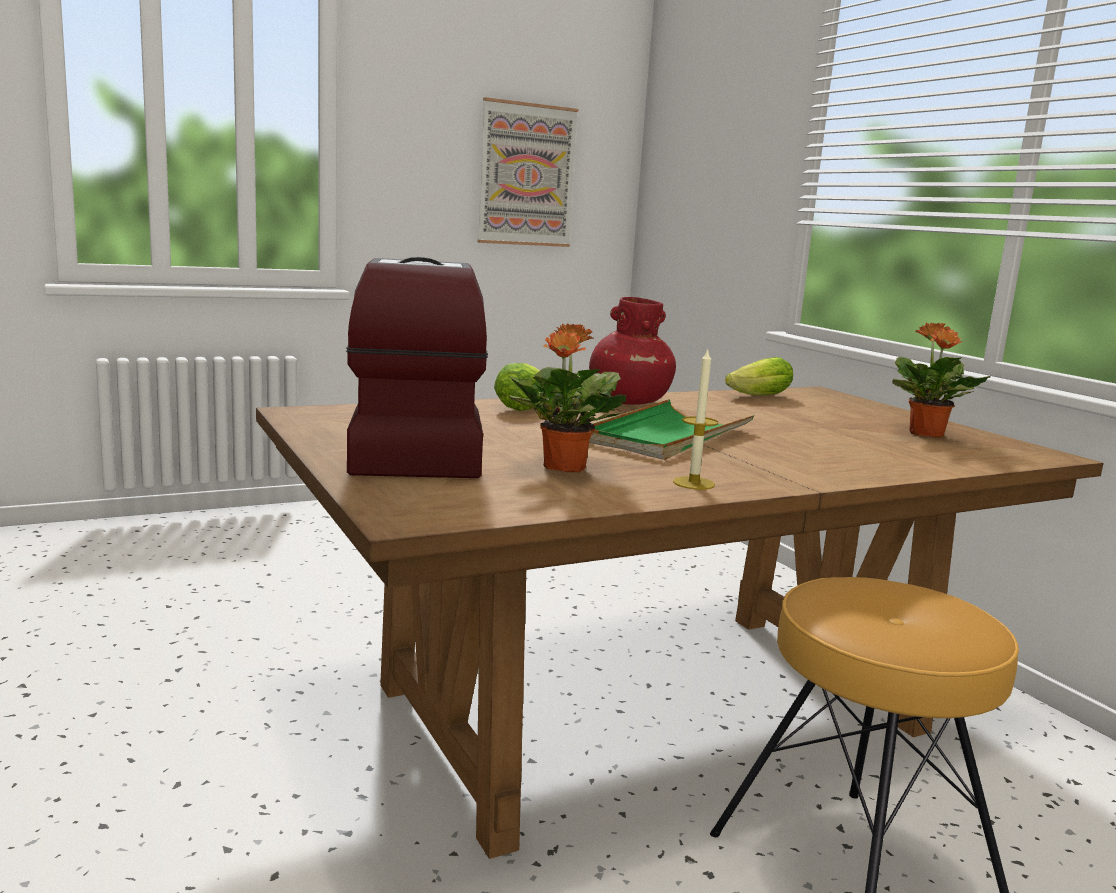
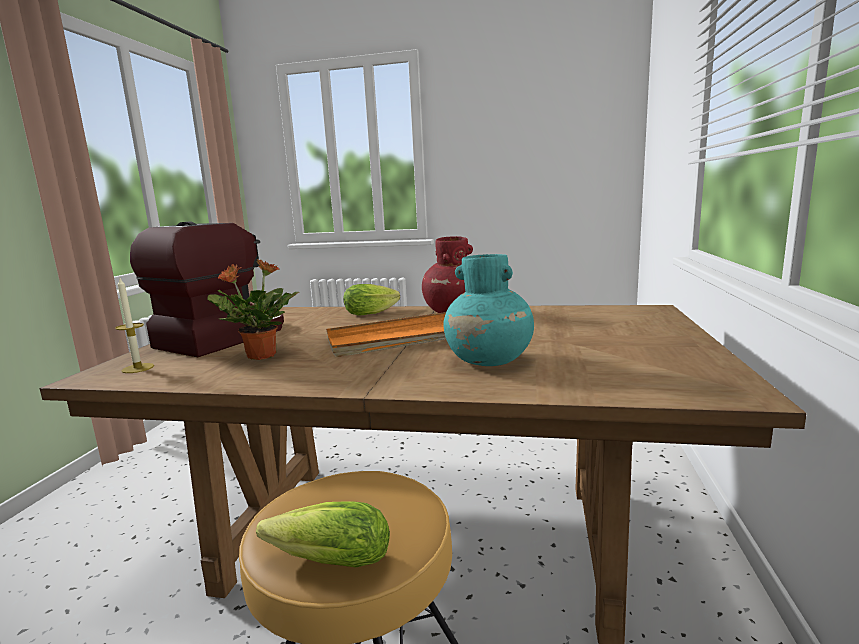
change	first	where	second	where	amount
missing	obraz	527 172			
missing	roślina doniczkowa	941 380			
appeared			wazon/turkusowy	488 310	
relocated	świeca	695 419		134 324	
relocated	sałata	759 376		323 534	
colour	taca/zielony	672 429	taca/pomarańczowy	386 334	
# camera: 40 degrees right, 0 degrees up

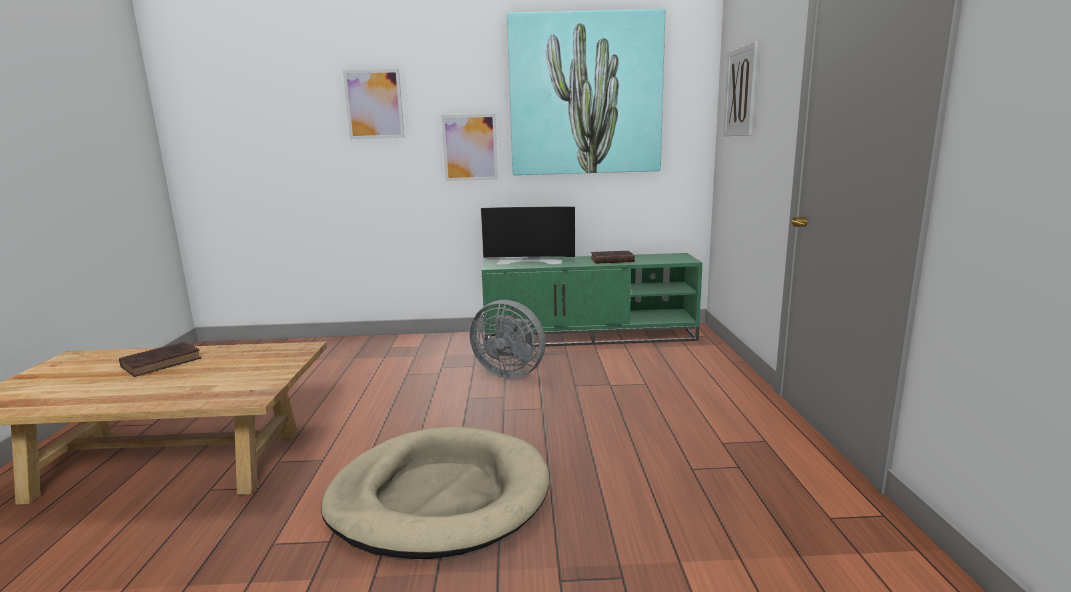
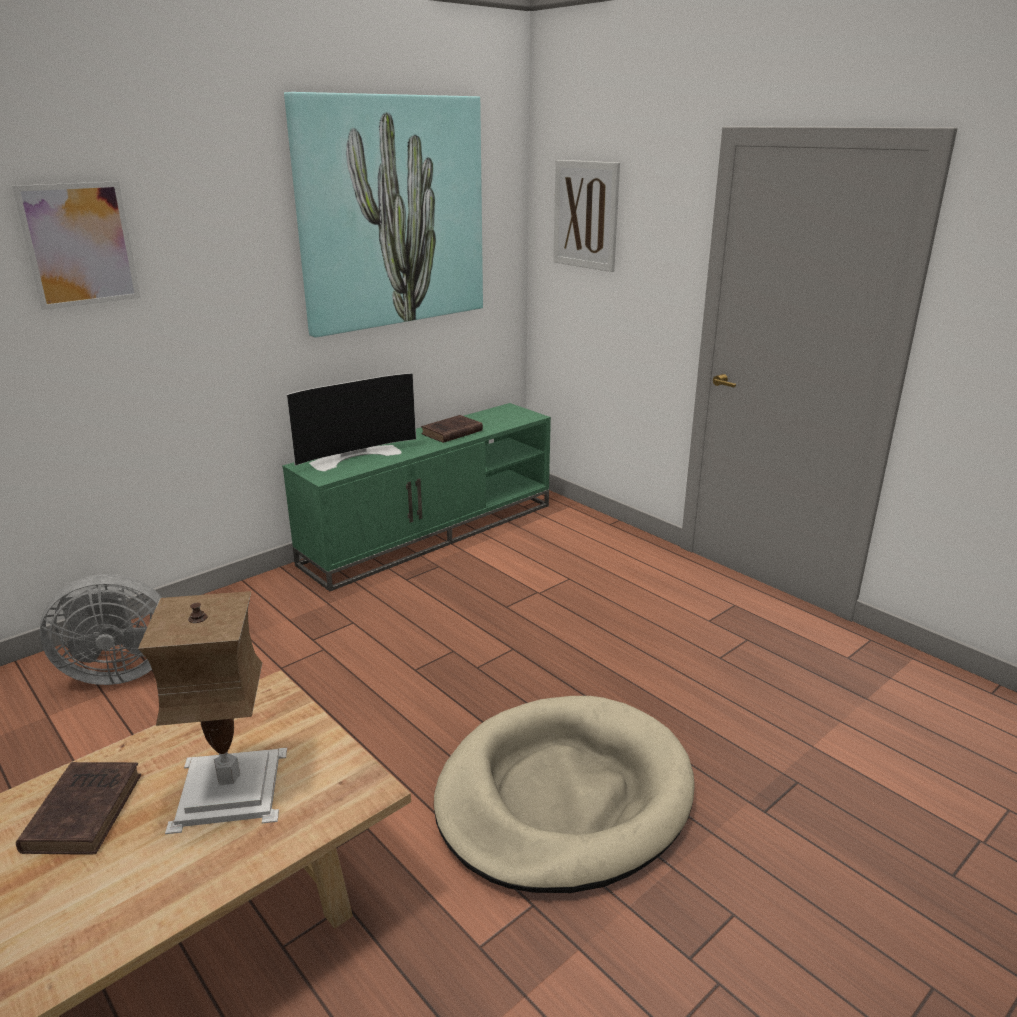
change	first	where	second	where	amount
missing	obraz	469 147			
appeared			lampa stołowa	212 712	
relocated	wentylator/szary	508 339		101 629	
# camera: 40 degrees left, 10 degrees up

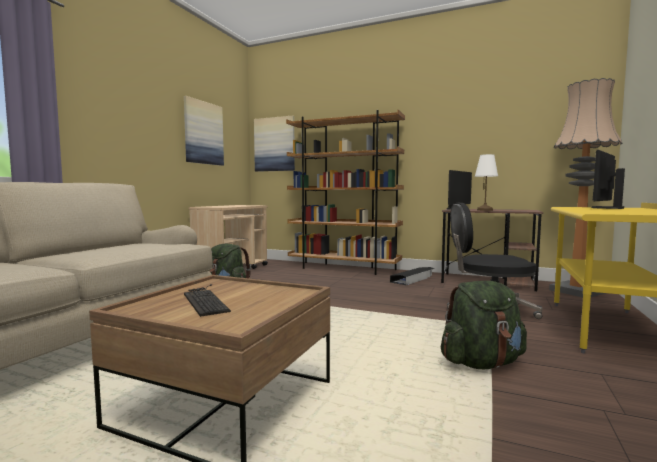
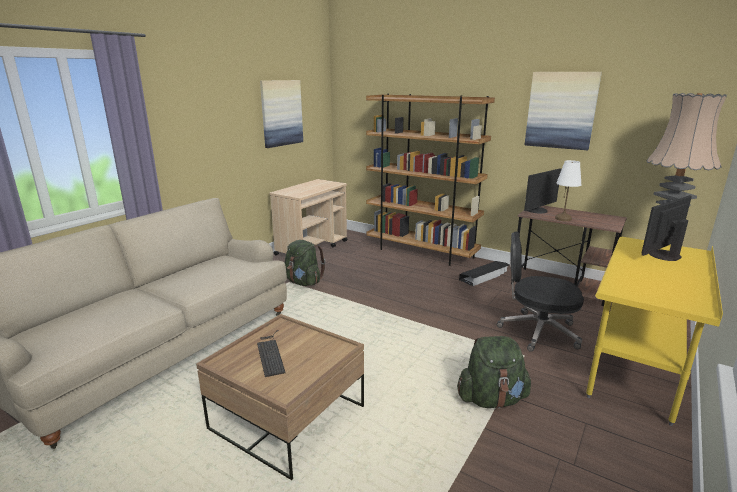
change	first	where	second	where	amount
relocated	obraz	274 144		563 111	
# camera: 10 degrees right, 15 degrees up

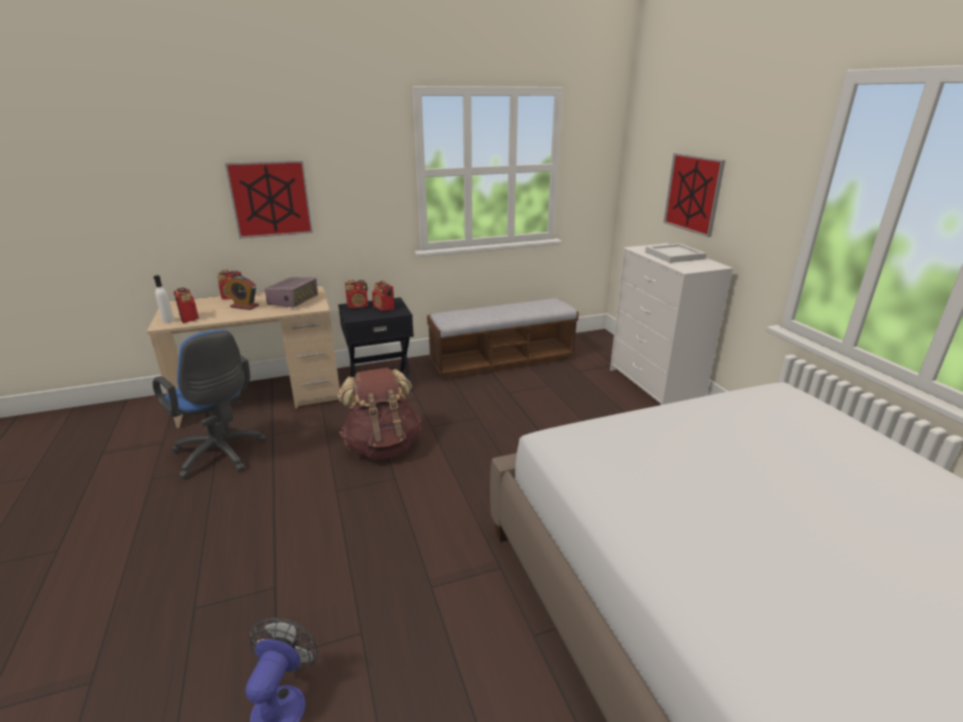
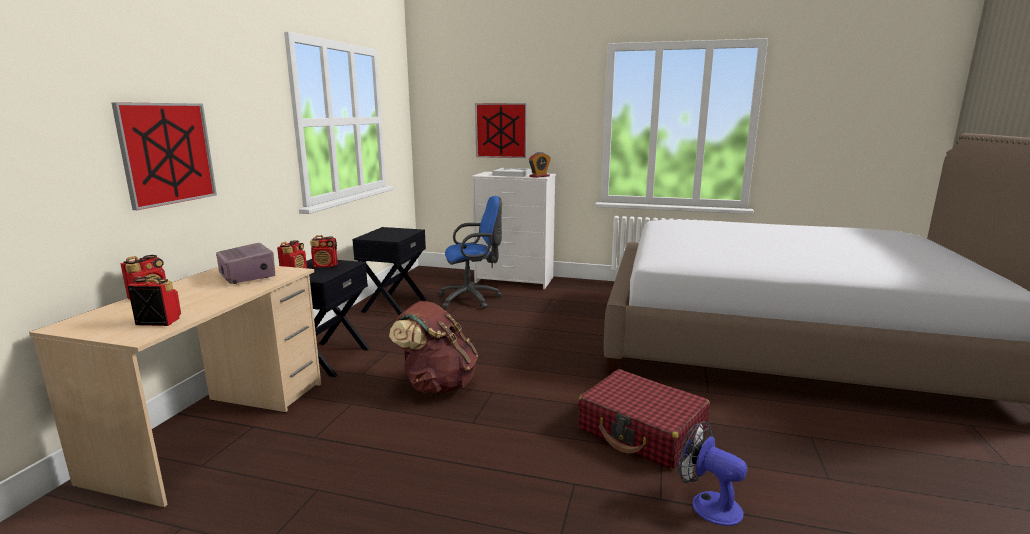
change	first	where	second	where	amount
missing	butelka/biały	164 299			
appeared			walizka/czerwony	644 419	
relocated	krzesło biurowe/niebieski	209 404		470 252	
relocated	budzik	242 293		540 165	
exchanged	ławka	503 338	szafka nocna/czarny	389 271	
# camera: 55 degrees left, 10 degrees down

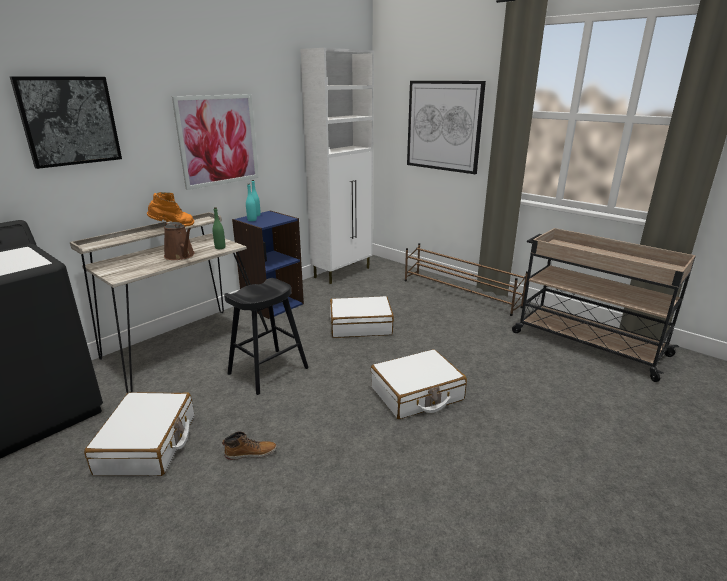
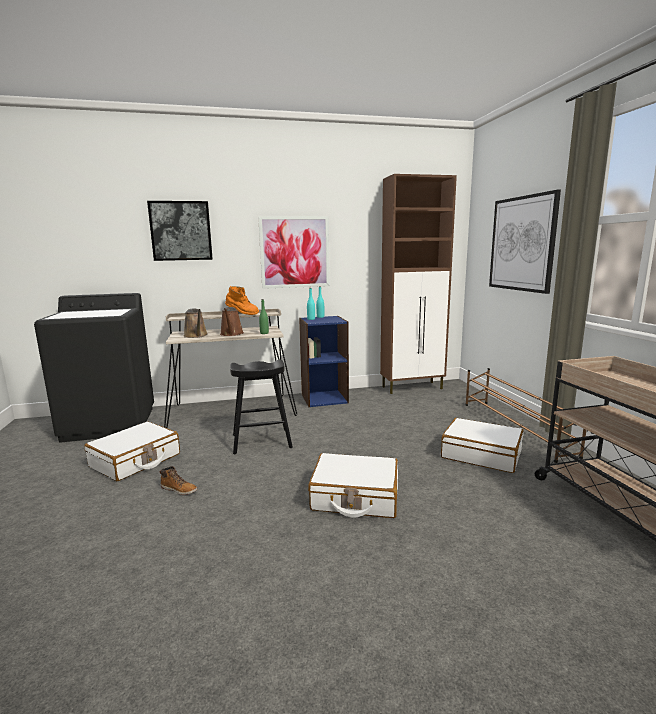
change	first	where	second	where	amount
appeared			konewka/brązowy	196 323	
relocated	walizka/biały	362 317		482 445	
colour	szafka/biały	337 166	szafka/brązowy	418 284	
# camera: 35 degrees right, 10 degrees down

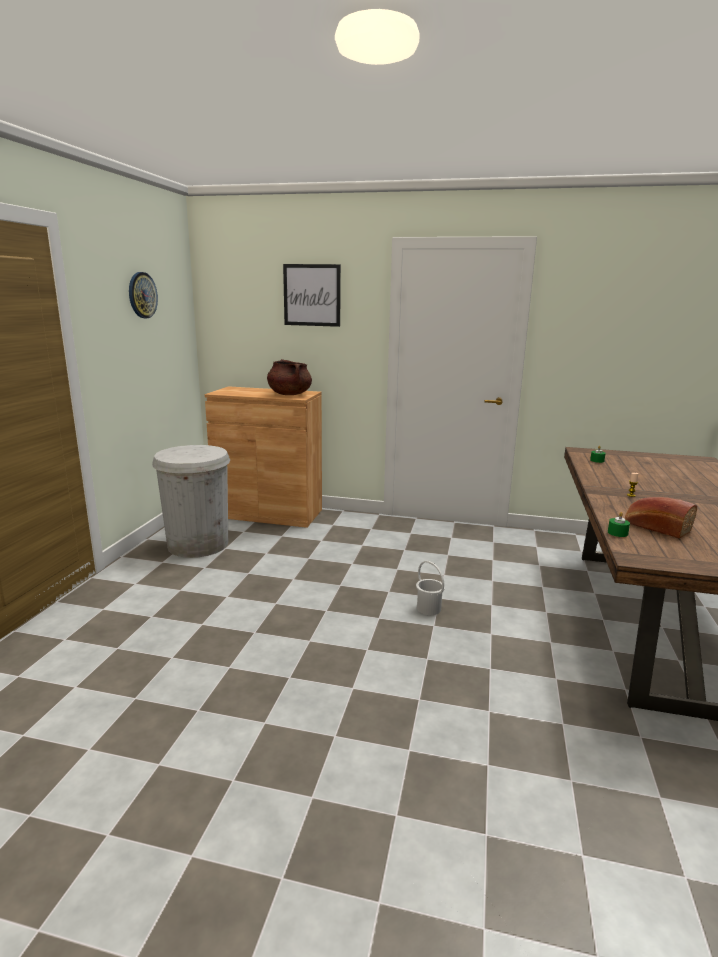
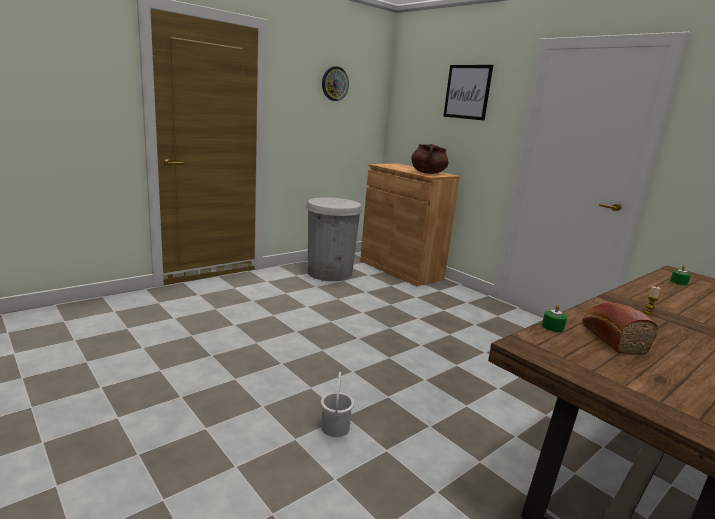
change	first	where	second	where	amount
relocated	wiadro/biały	430 588		337 404	
# camera: 35 degrees right, 0 degrees up

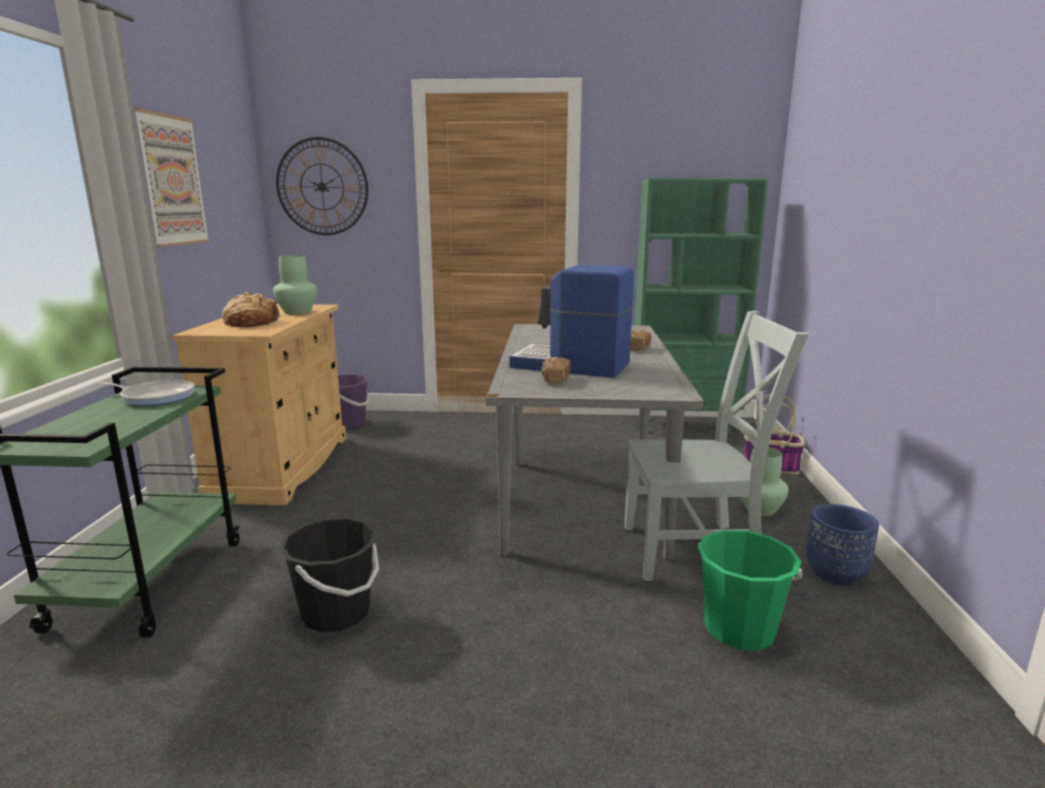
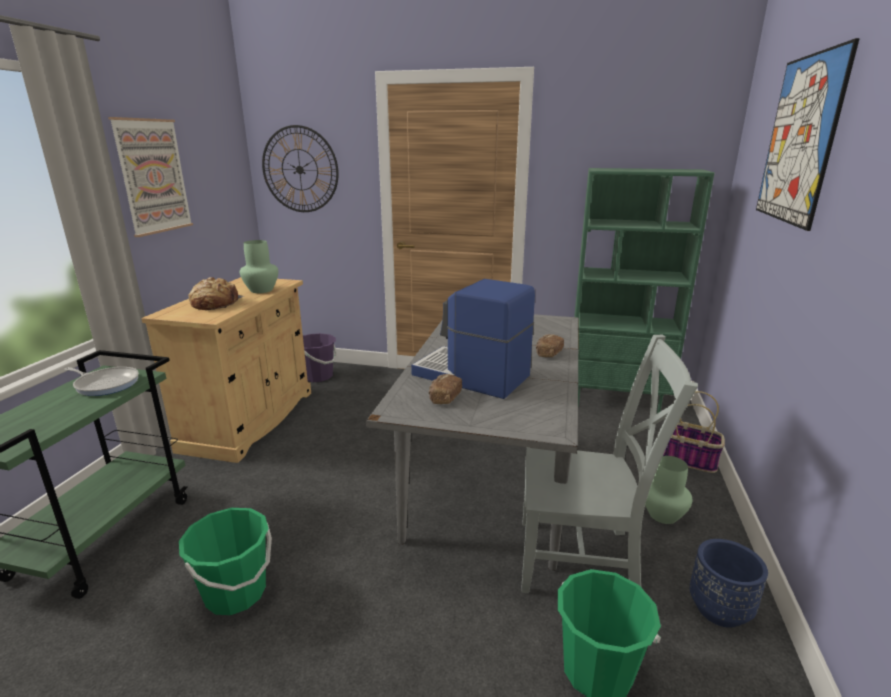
change	first	where	second	where	amount
appeared			obraz	808 134	
colour	wiadro/czarny	329 574	wiadro/zielony	225 561	
# camera: 10 degrees right, 5 degrees up

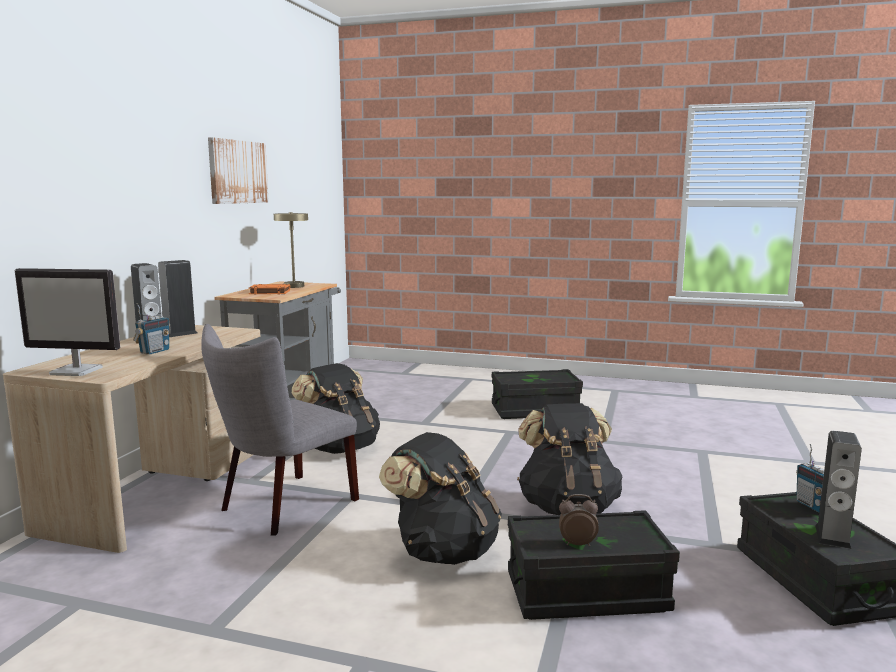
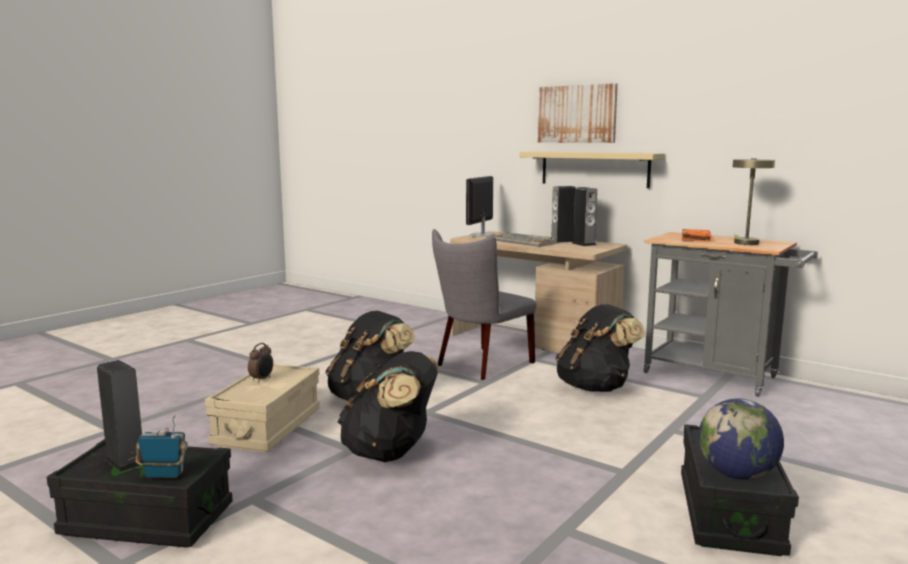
change	first	where	second	where	amount
appeared			półka/beżowy	591 170	
appeared			globus	741 439	
relocated	obraz	238 170		578 113	
exchanged	radio	151 329	klawiatura	523 240	
colour	pojemnik do przechowywania/czarny	594 565	pojemnik do przechowywania/beżowy	262 408	
spun	krzesło/szary	280 430		484 304	105 degrees counterclockwise
# camera: 110 degrees right, 0 degrees up

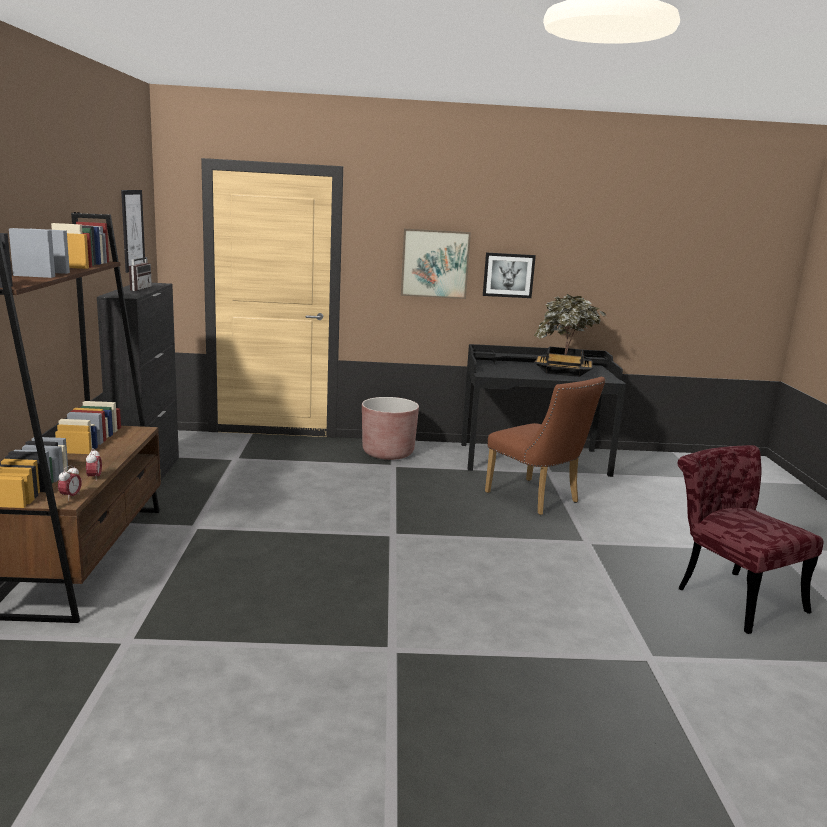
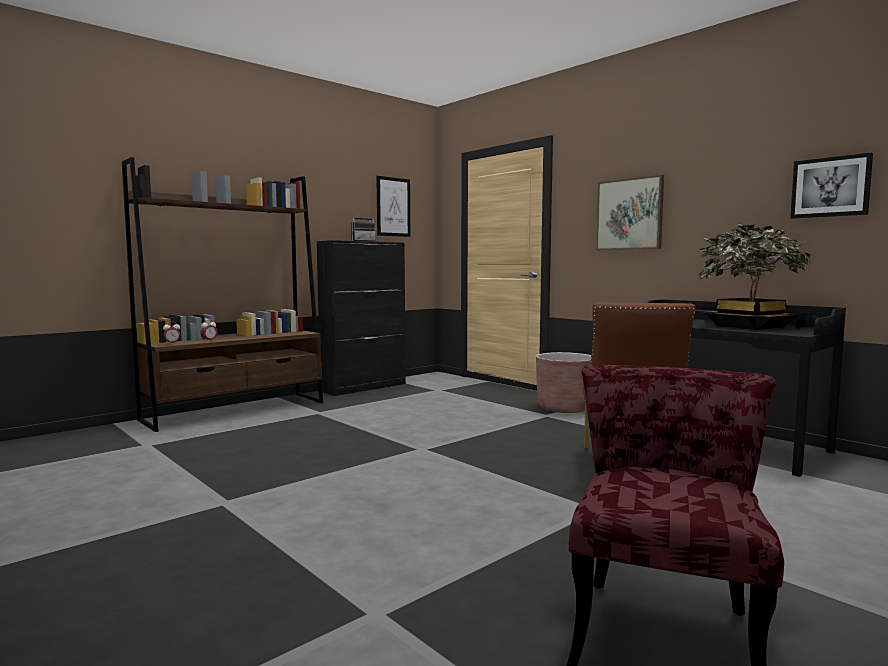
change	first	where	second	where	amount
relocated	obraz	509 275		831 186	
# camera: 50 degrees right, 10 degrees down

